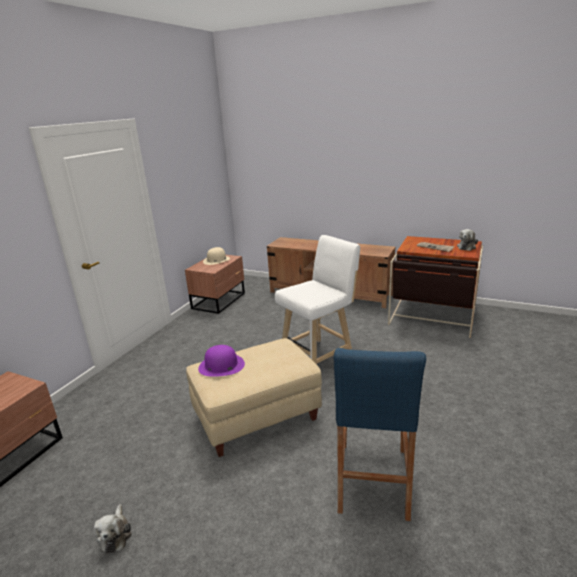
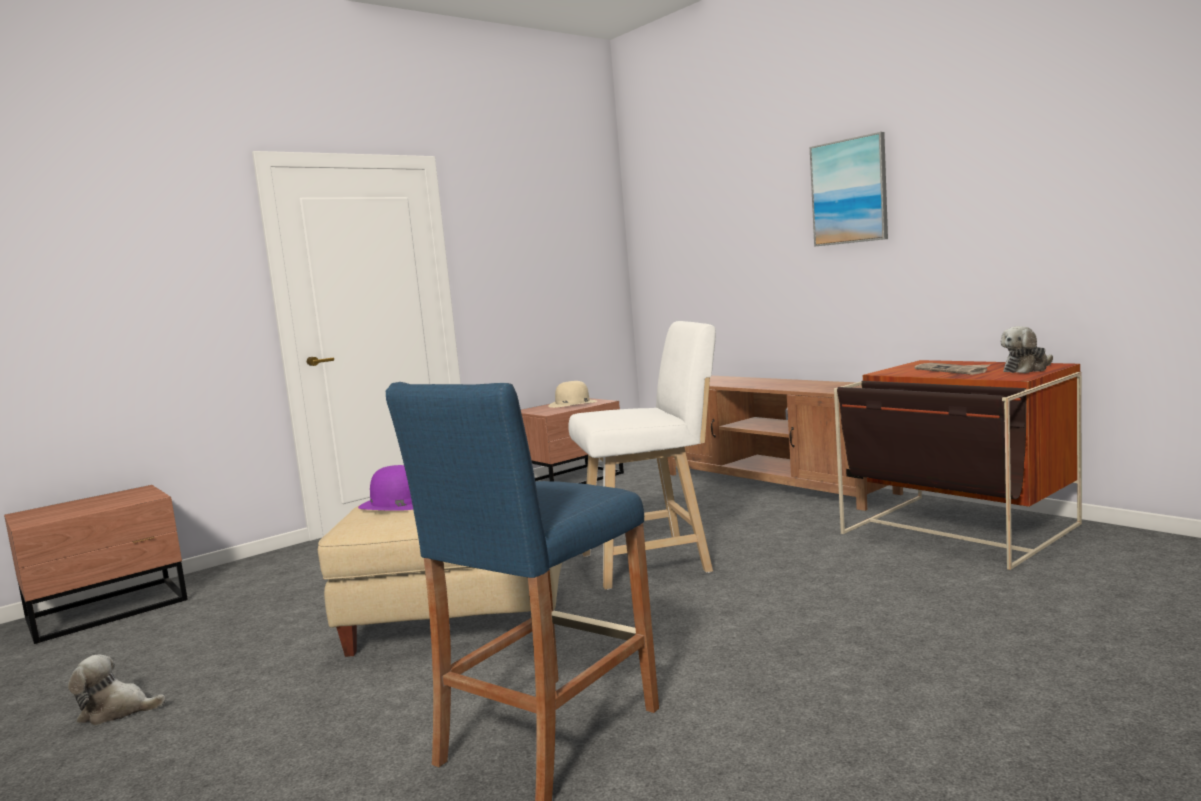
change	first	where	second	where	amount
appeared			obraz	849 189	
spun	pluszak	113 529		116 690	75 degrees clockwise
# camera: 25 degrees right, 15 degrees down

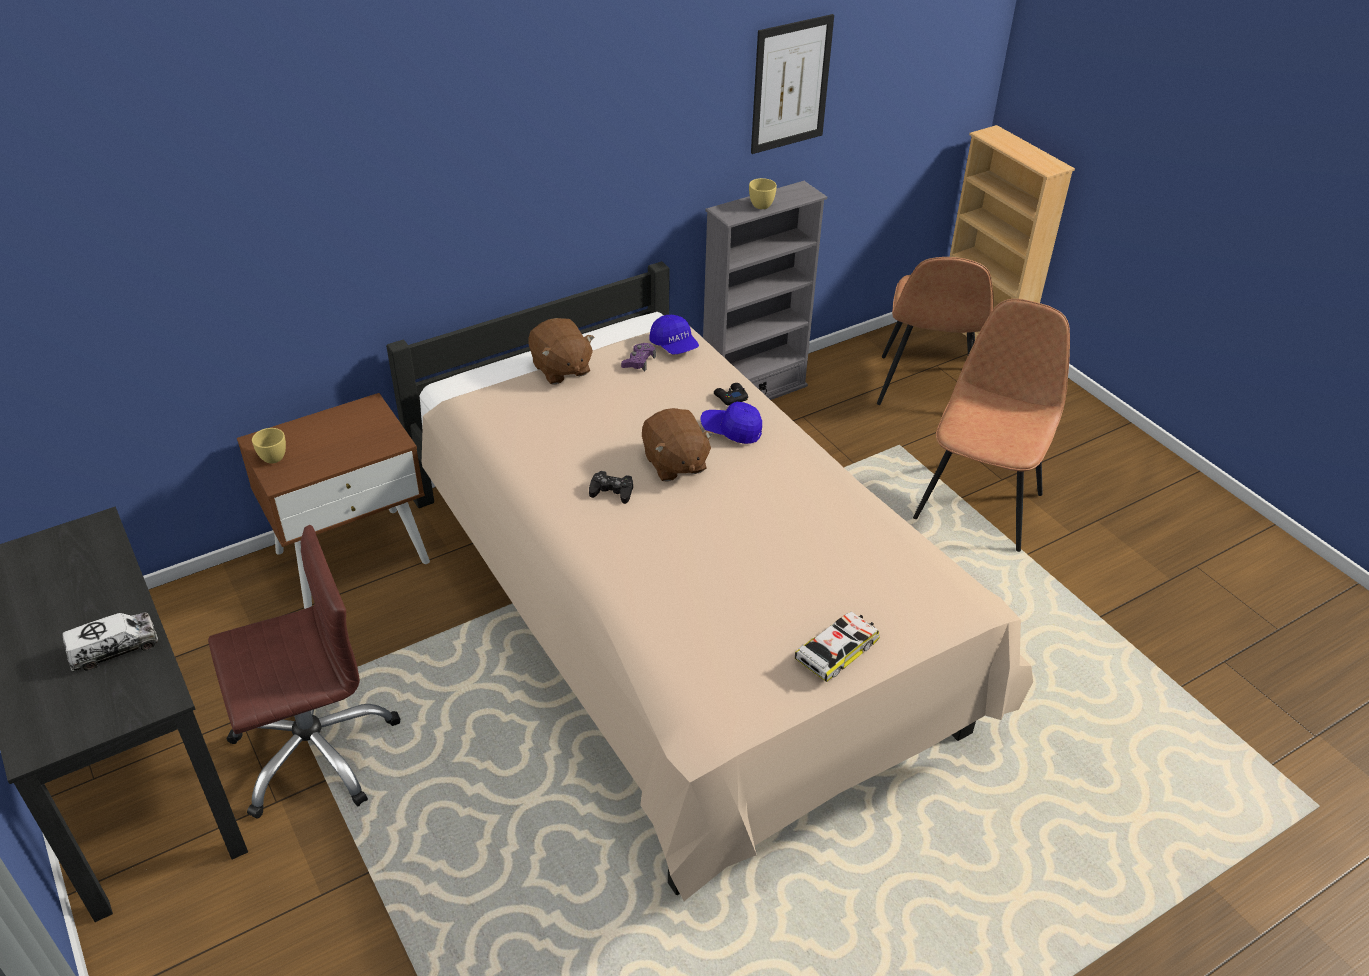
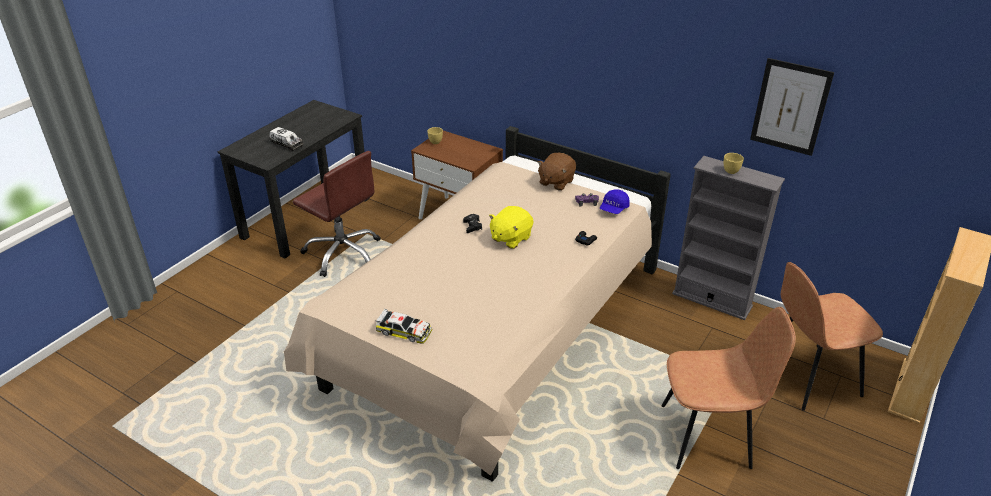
change	first	where	second	where	amount
missing	czapka z daszkiem/niebieski	731 422			
colour	pluszak/brązowy	678 445	pluszak/żółty	511 227	
# camera: 65 degrees right, 5 degrees down

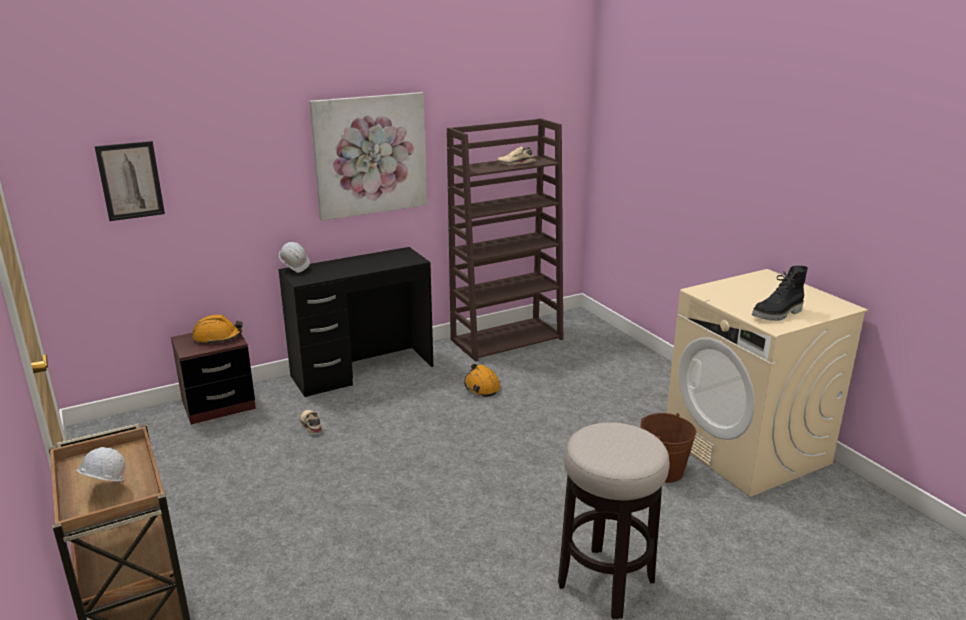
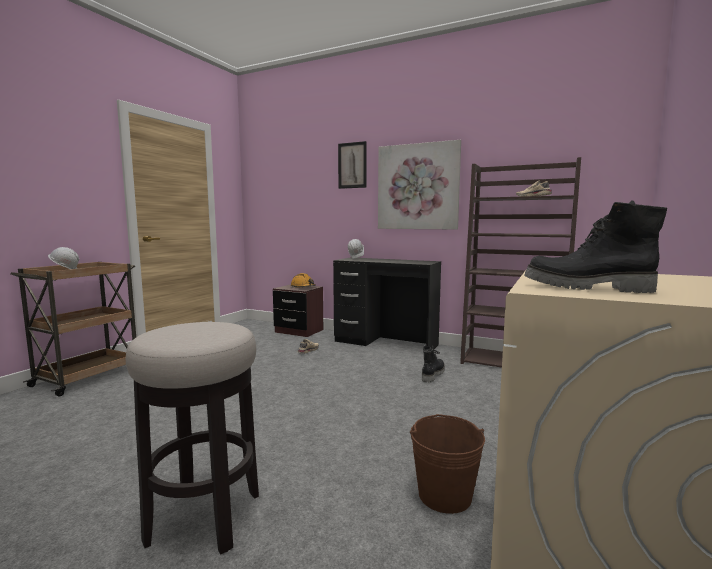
change	first	where	second	where	amount
relocated	obraz	130 181		352 165	
exchanged	kask/pomarańczowy	482 380	but z cholewką/czarny	433 364	
# camera: 55 degrees right, 15 degrees down

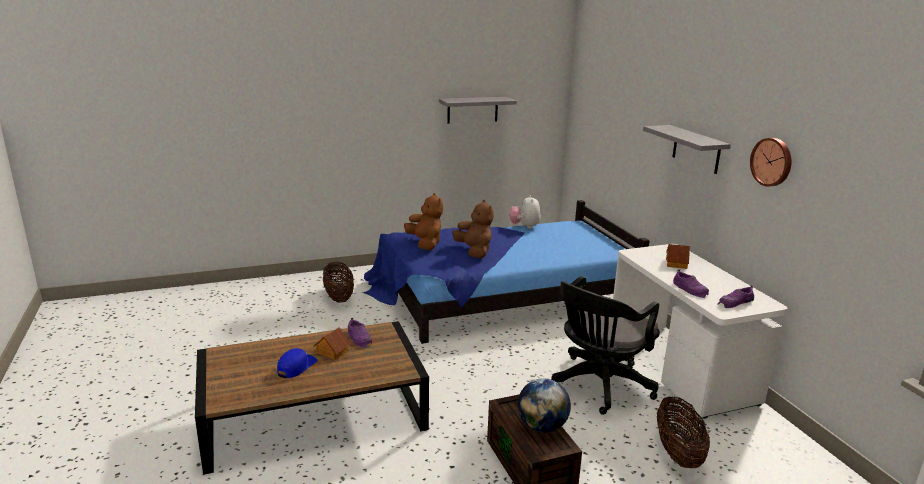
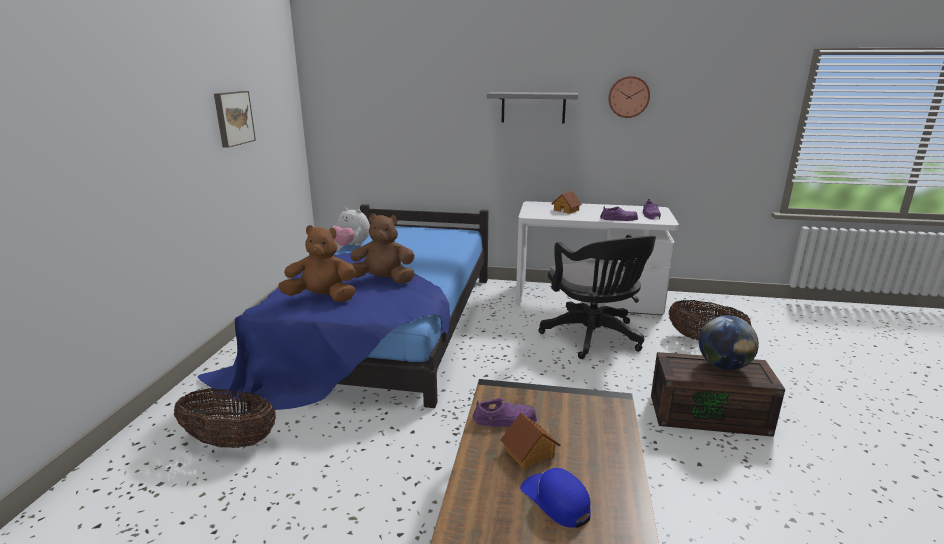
change	first	where	second	where	amount
exchanged	półka/szary	478 110	obraz	235 119	
# camera: 60 degrees left, 0 degrees up

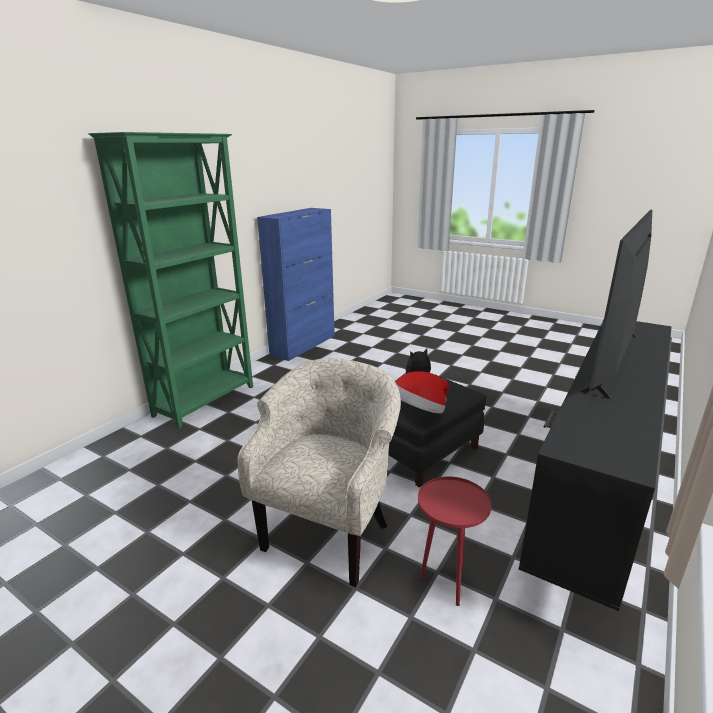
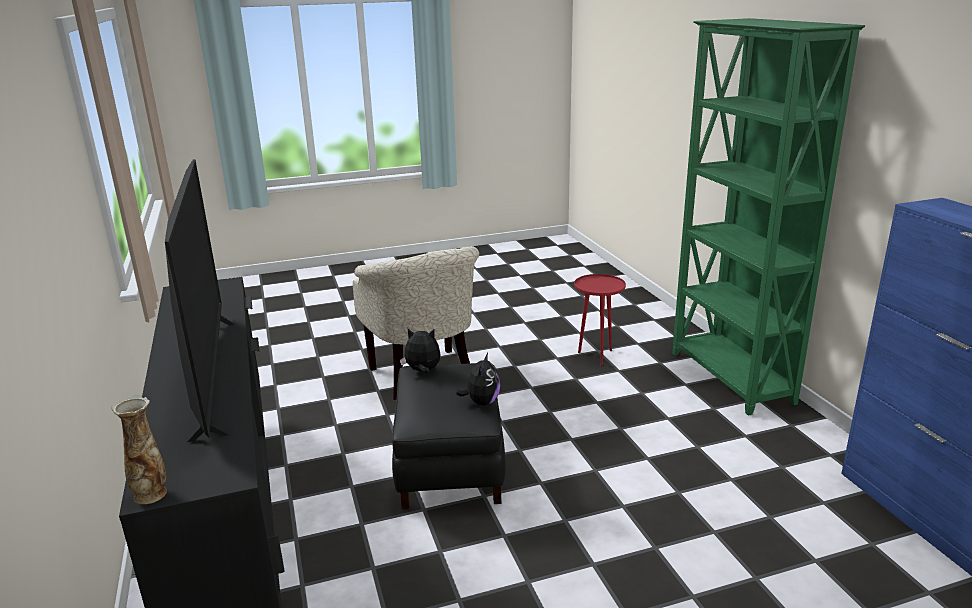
change	first	where	second	where	amount
appeared			wazon	139 449	
relocated	stolik/czerwony	455 541		600 319	
exchanged	kapelusz	422 392	pluszak	420 351	
# camera: 130 degrees right, 0 degrees up

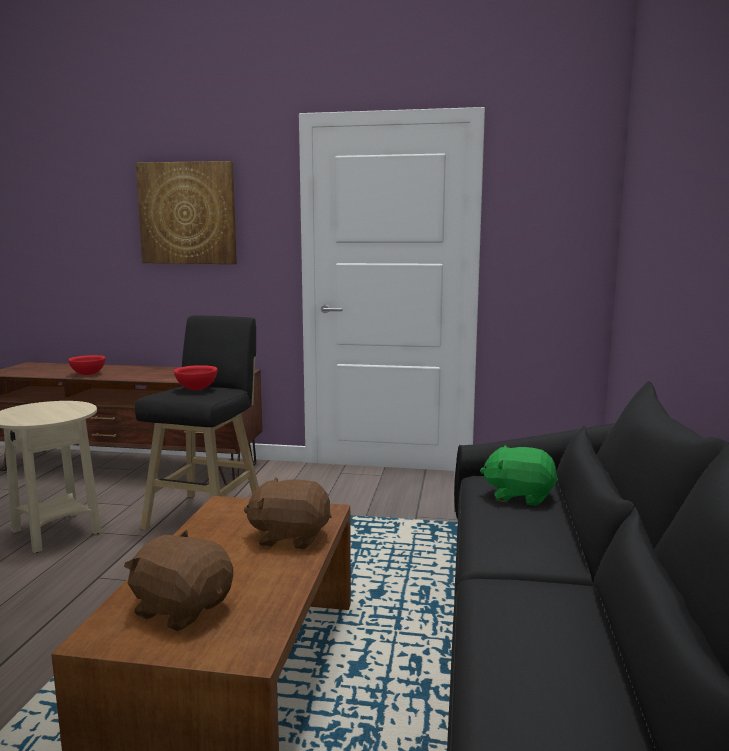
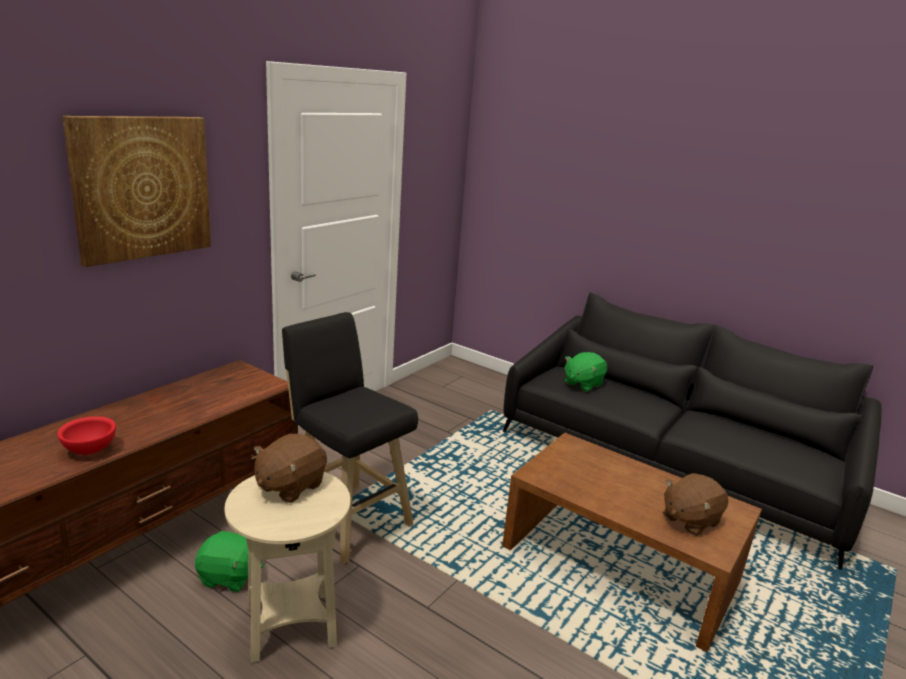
change	first	where	second	where	amount
missing	miska/czerwony	196 377			
appeared			pluszak/zielony	229 561	
relocated	pluszak/brązowy	287 513		290 468	
# camera: 65 degrees left, 10 degrees up

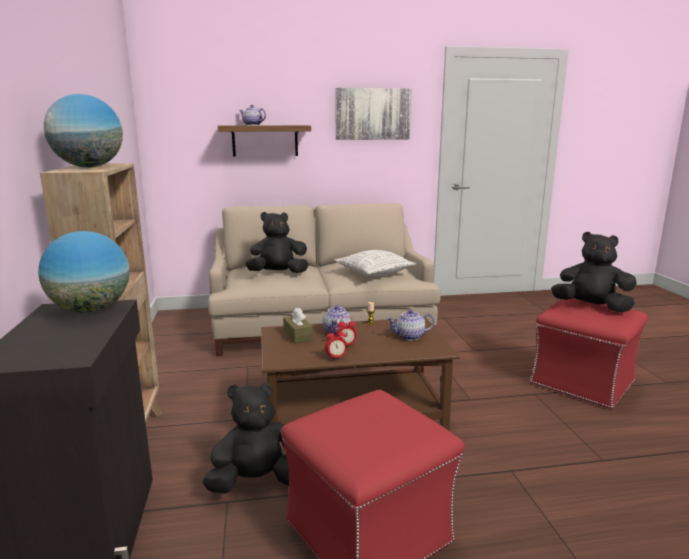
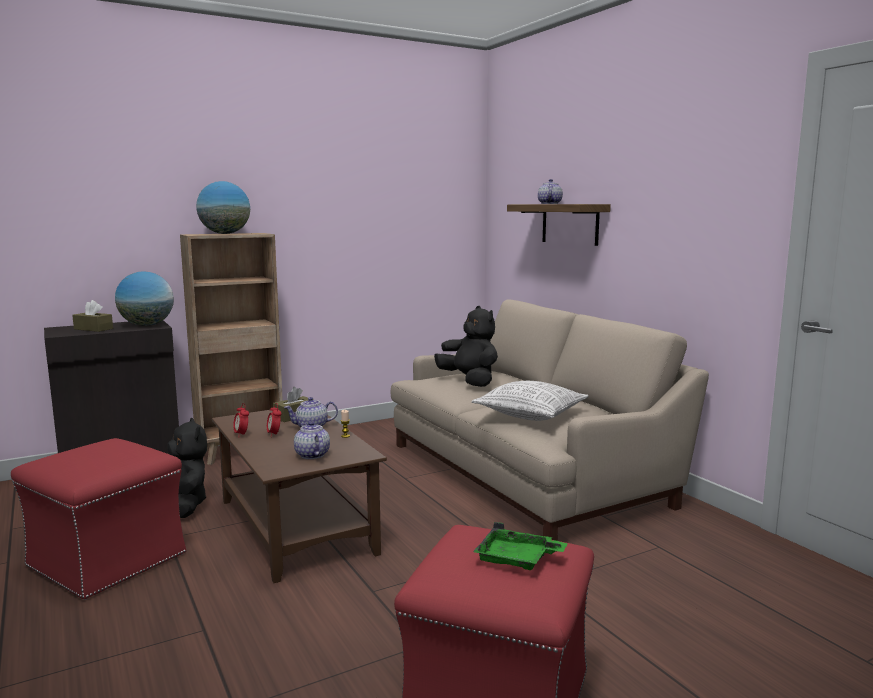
change	first	where	second	where	amount
missing	obraz	373 114			
appeared			pudełko chusteczek/brązowy	92 316	
exchanged	pluszak/czarny	594 272	taca/zielony	520 546	
# camera: 70 degrees right, 5 degrees down

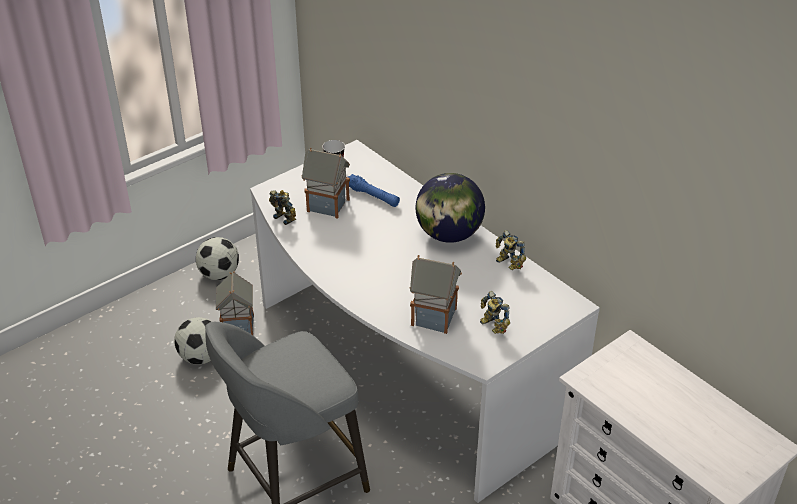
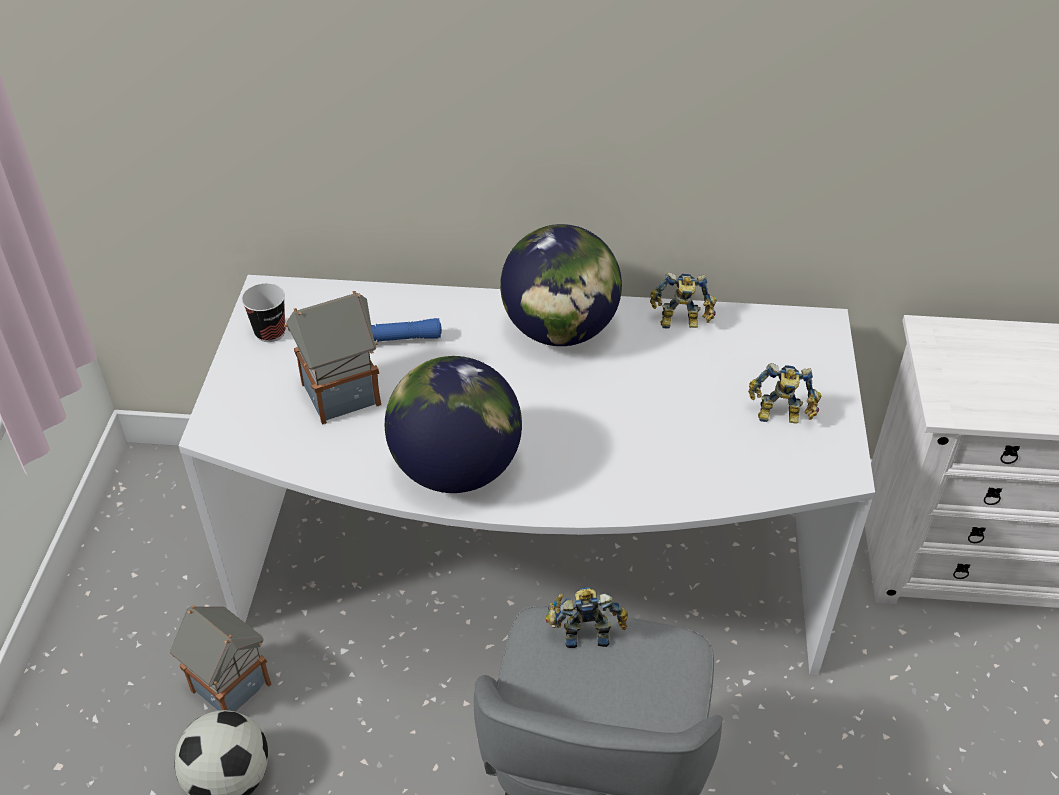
change	first	where	second	where	amount
missing	piłka futbolowa	217 258			
missing	domek	435 294			
appeared			globus	453 424	
relocated	robot zabawkowy	282 207		587 617	
# camera: 45 degrees left, 5 degrees up

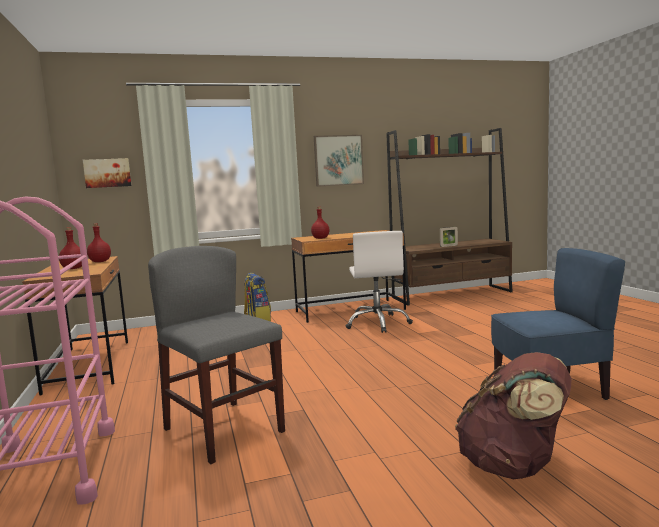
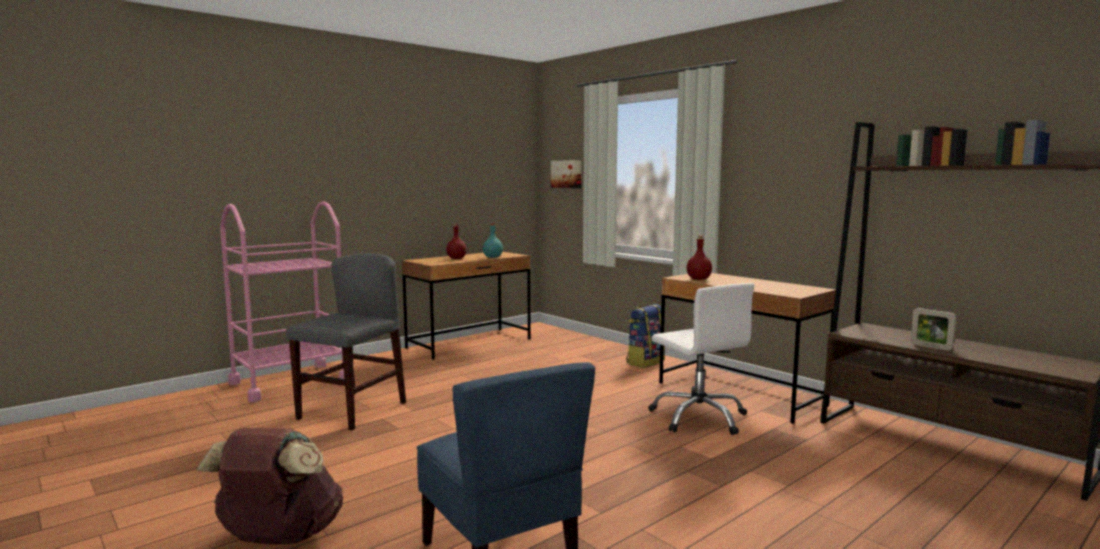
change	first	where	second	where	amount
missing	obraz	339 161			
colour	butelka/czerwony	99 242	butelka/turkusowy	493 240	
spun	krzesło biurowe/biały	379 282		701 359	90 degrees counterclockwise
# camera: 65 degrees right, 0 degrees up

